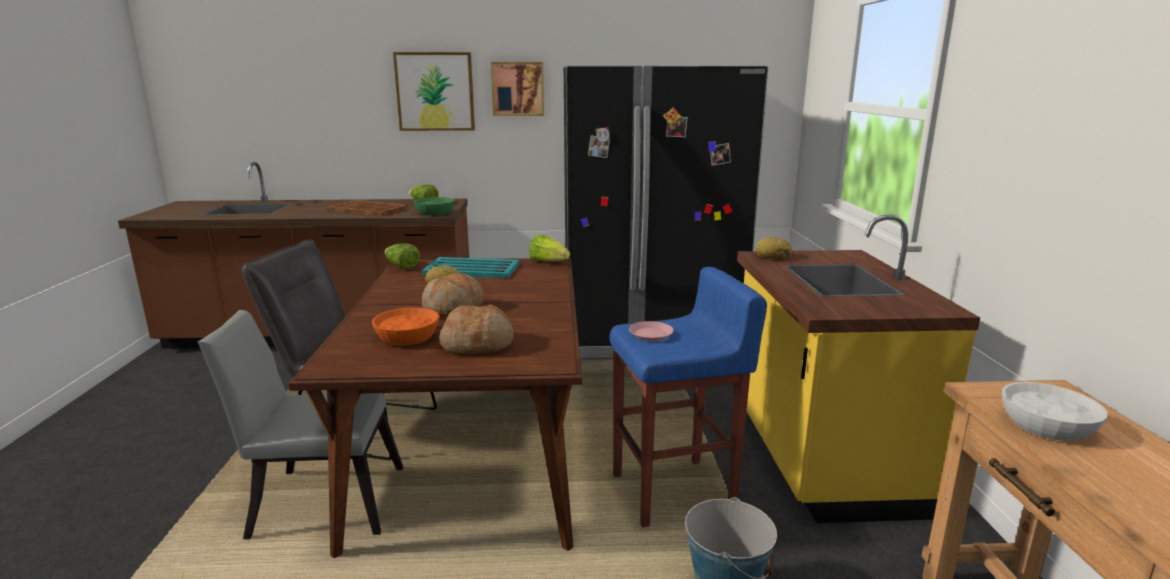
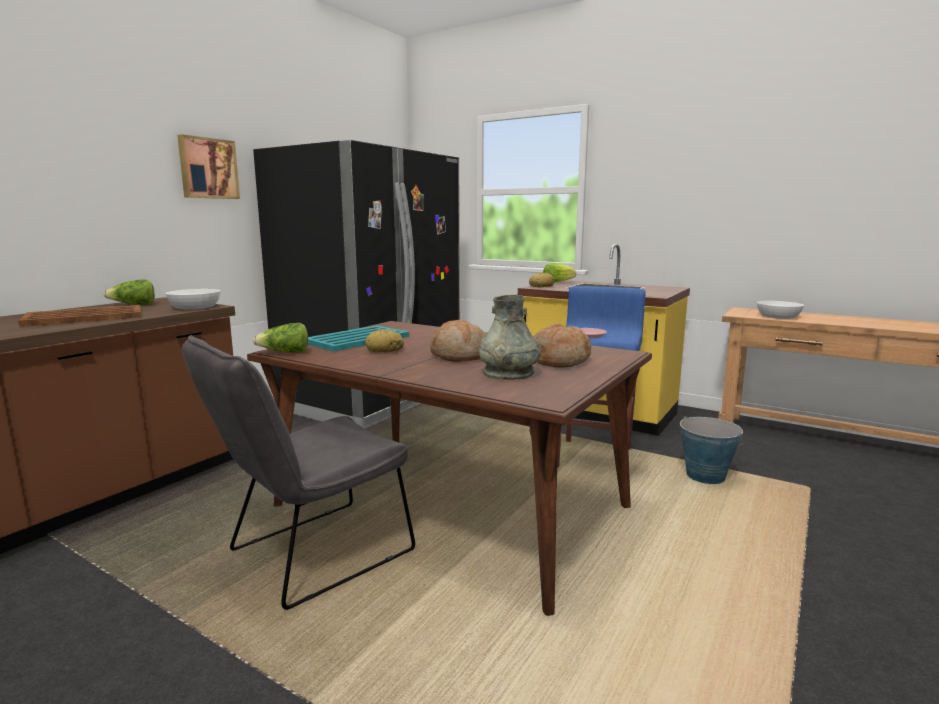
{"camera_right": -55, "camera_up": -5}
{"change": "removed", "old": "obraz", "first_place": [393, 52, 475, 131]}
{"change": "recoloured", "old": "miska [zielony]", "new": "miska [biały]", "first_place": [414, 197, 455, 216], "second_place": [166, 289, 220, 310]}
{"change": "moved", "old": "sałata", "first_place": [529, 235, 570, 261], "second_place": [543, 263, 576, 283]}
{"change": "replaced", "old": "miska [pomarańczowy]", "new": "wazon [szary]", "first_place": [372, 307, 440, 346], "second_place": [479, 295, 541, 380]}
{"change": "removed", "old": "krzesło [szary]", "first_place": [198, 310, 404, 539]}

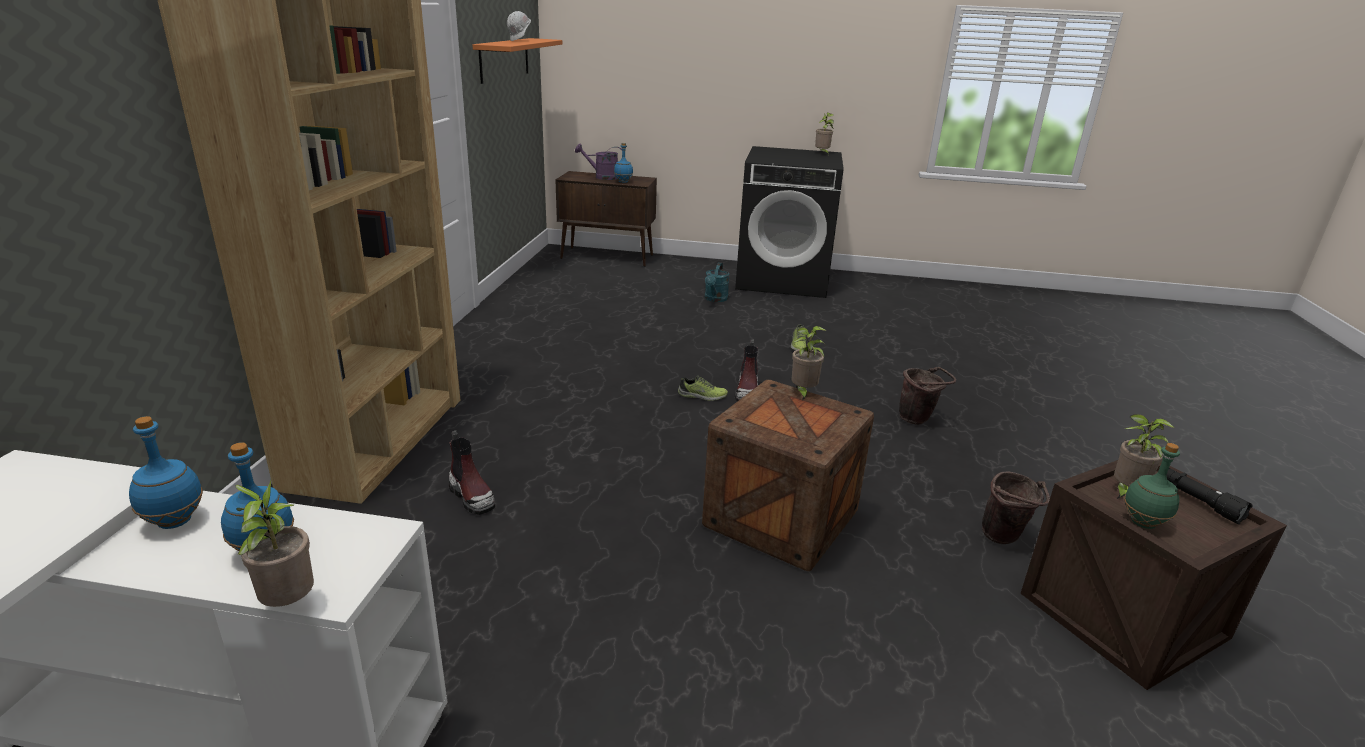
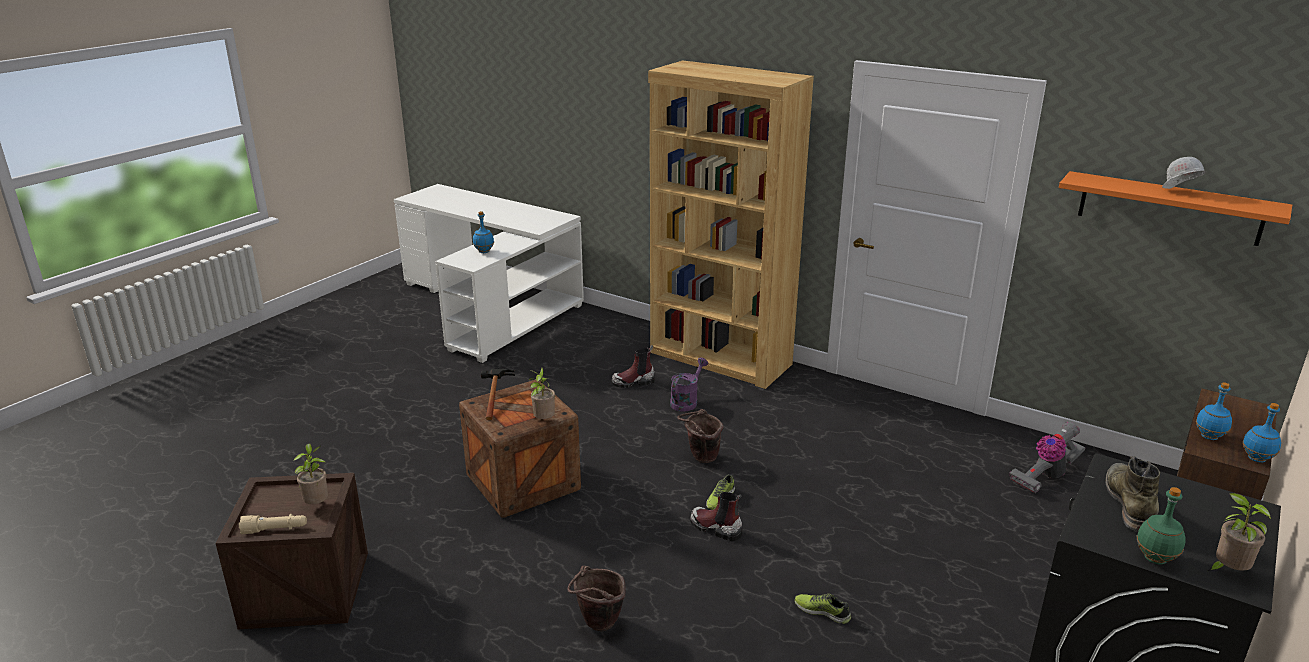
{"camera_right": 115, "camera_up": 0}
{"change": "moved", "old": "konewka [fioletowy]", "first_place": [575, 144, 622, 180], "second_place": [670, 357, 708, 412]}
{"change": "removed", "old": "konewka [turkusowy]", "first_place": [705, 262, 729, 302]}
{"change": "moved", "old": "butelka [niebieski]", "first_place": [129, 416, 203, 529], "second_place": [1243, 403, 1281, 463]}
{"change": "moved", "old": "butelka [zielony]", "first_place": [1124, 443, 1180, 529], "second_place": [1136, 487, 1186, 564]}
{"change": "recoloured", "old": "latarka [czarny]", "new": "latarka [beżowy]", "first_place": [1167, 468, 1252, 524], "second_place": [239, 514, 307, 534]}
{"change": "moved", "old": "wiadro [brązowy]", "first_place": [982, 472, 1050, 544], "second_place": [677, 409, 724, 463]}
{"change": "removed", "old": "roślina doniczkowa", "first_place": [235, 481, 314, 607]}
{"change": "added", "new": "młotek", "second_place": [481, 369, 515, 420]}
{"change": "added", "new": "odkurzacz", "second_place": [1009, 422, 1086, 493]}
{"change": "added", "new": "but z cholewką [zielony]", "second_place": [1106, 456, 1160, 532]}

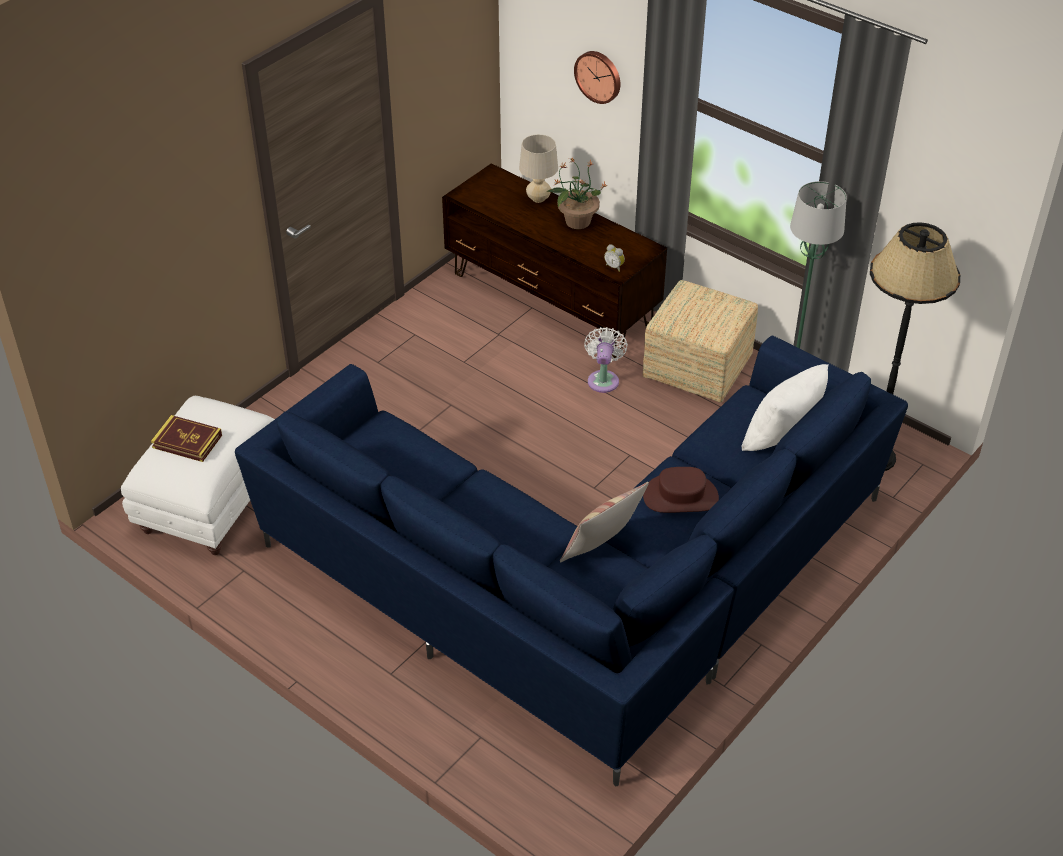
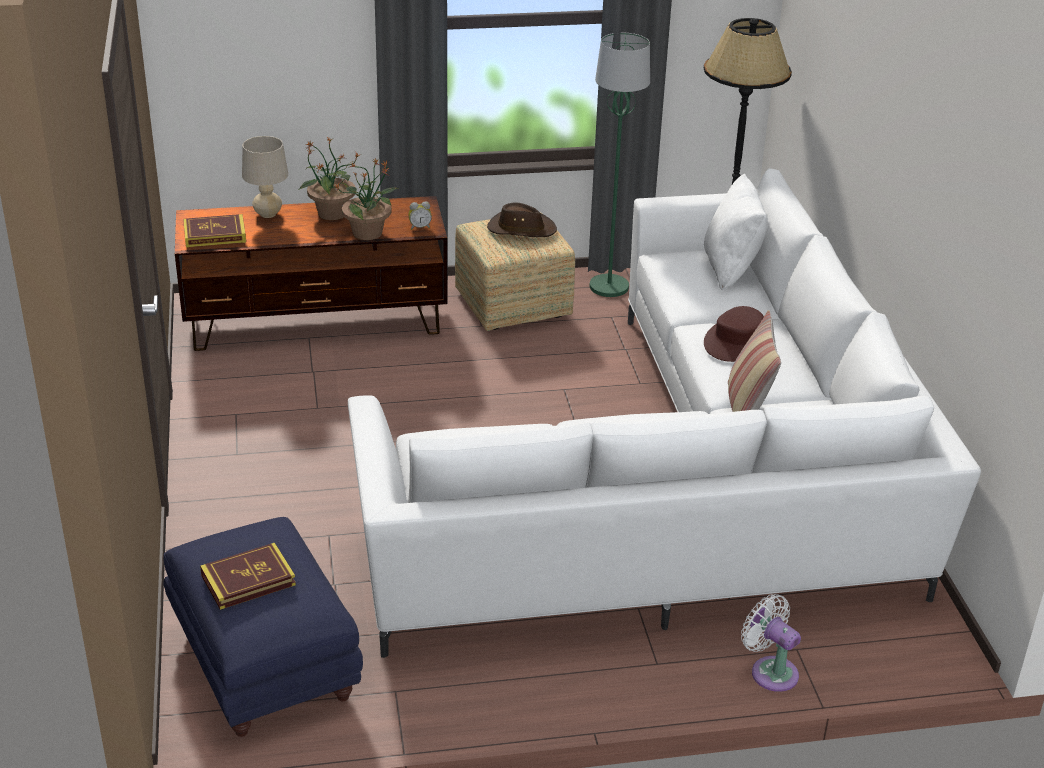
{"camera_right": -50, "camera_up": -10}
{"change": "removed", "old": "zegar ścienny", "first_place": [574, 51, 621, 104]}
{"change": "moved", "old": "wentylator [biały]", "first_place": [584, 327, 628, 393], "second_place": [741, 594, 801, 692]}
{"change": "recoloured", "old": "kanapa [niebieski]", "new": "kanapa [biały]", "first_place": [235, 336, 908, 786], "second_place": [348, 168, 981, 658]}
{"change": "recoloured", "old": "pufa [biały]", "new": "pufa [niebieski]", "first_place": [121, 396, 275, 555], "second_place": [164, 517, 363, 737]}
{"change": "added", "new": "roślina doniczkowa", "second_place": [334, 158, 398, 240]}
{"change": "added", "new": "kapelusz [brązowy]", "second_place": [487, 202, 557, 237]}
{"change": "added", "new": "książka", "second_place": [183, 214, 246, 247]}

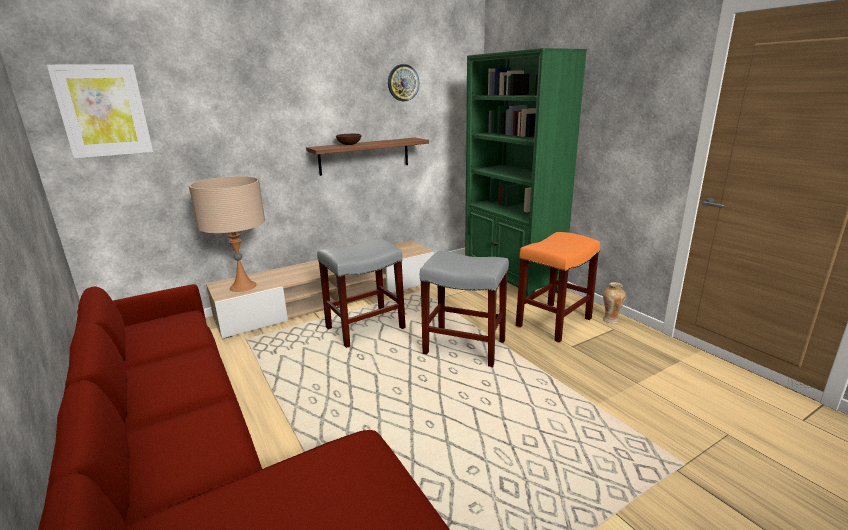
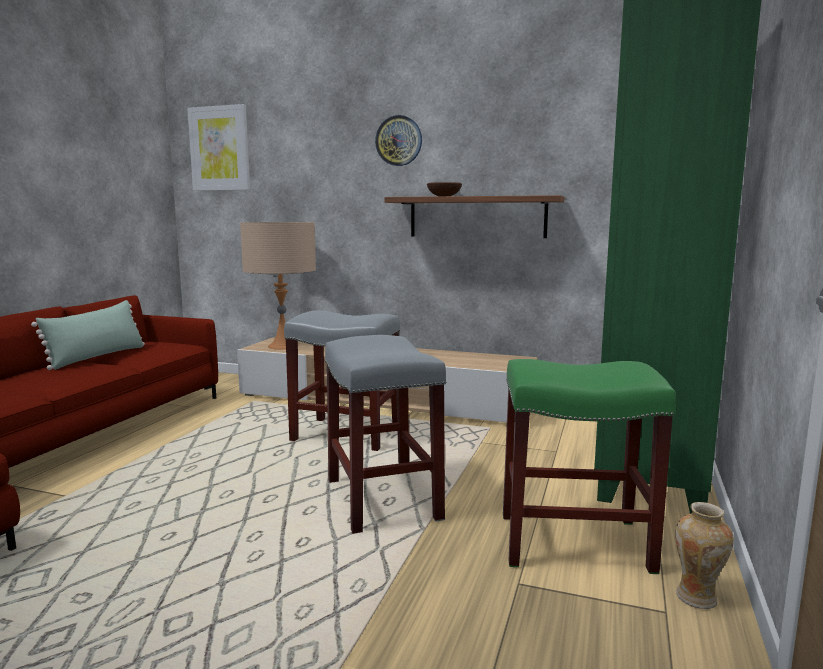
{"camera_right": 50, "camera_up": -10}
{"change": "moved", "old": "zegar ścienny", "first_place": [388, 64, 419, 101], "second_place": [375, 115, 422, 166]}
{"change": "recoloured", "old": "stołek [pomarańczowy]", "new": "stołek [zielony]", "first_place": [516, 232, 600, 343], "second_place": [503, 359, 676, 574]}
{"change": "added", "new": "poduszka [zielony]", "second_place": [31, 300, 145, 370]}

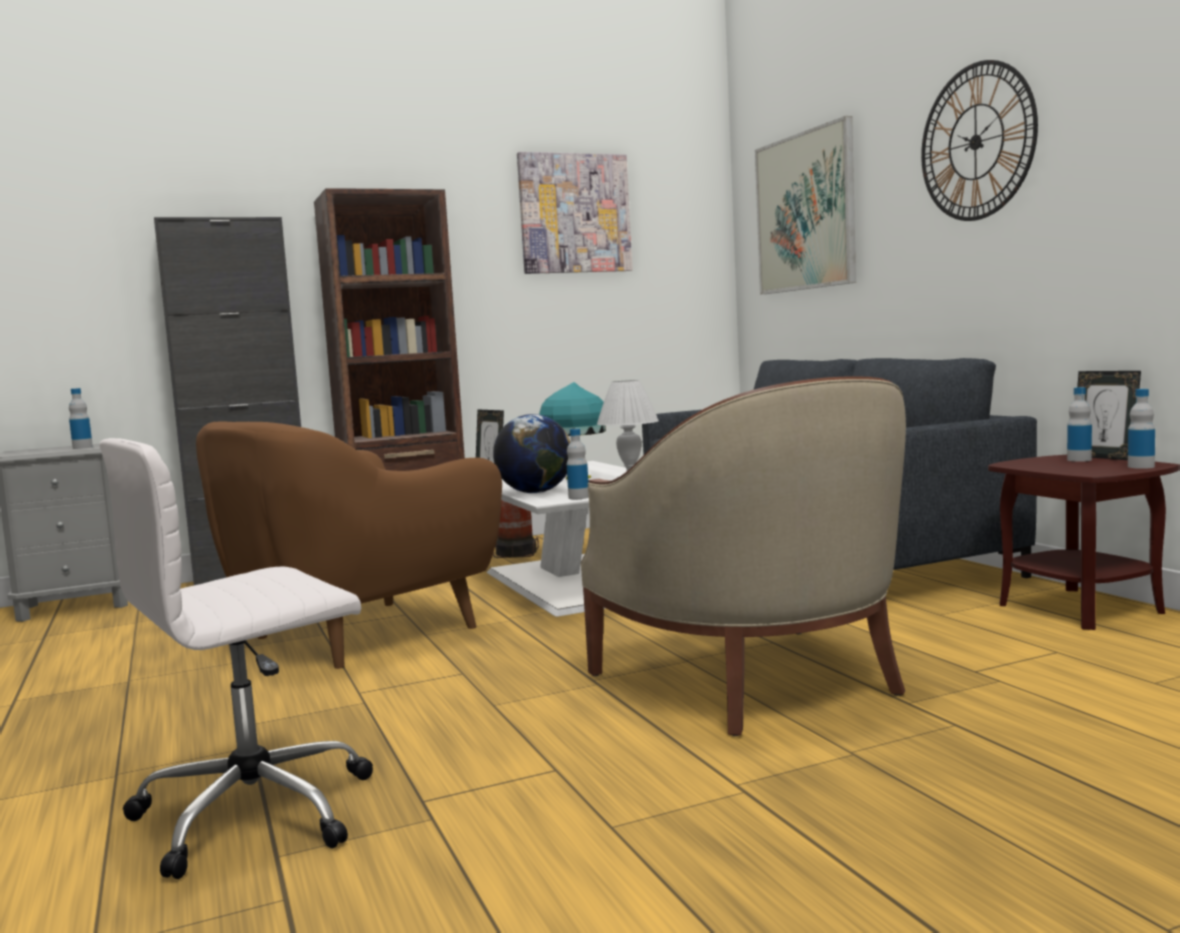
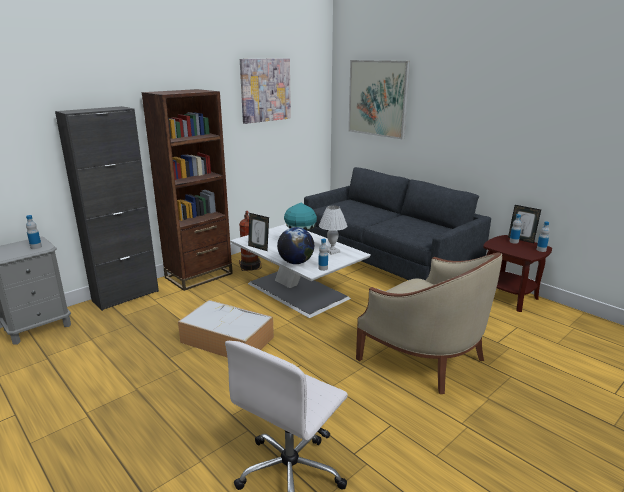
{"camera_right": -20, "camera_up": 15}
{"change": "removed", "old": "zegar ścienny", "first_place": [921, 60, 1038, 221]}
{"change": "replaced", "old": "fotel [brązowy]", "new": "pojemnik do przechowywania", "first_place": [196, 421, 502, 669], "second_place": [178, 300, 274, 357]}

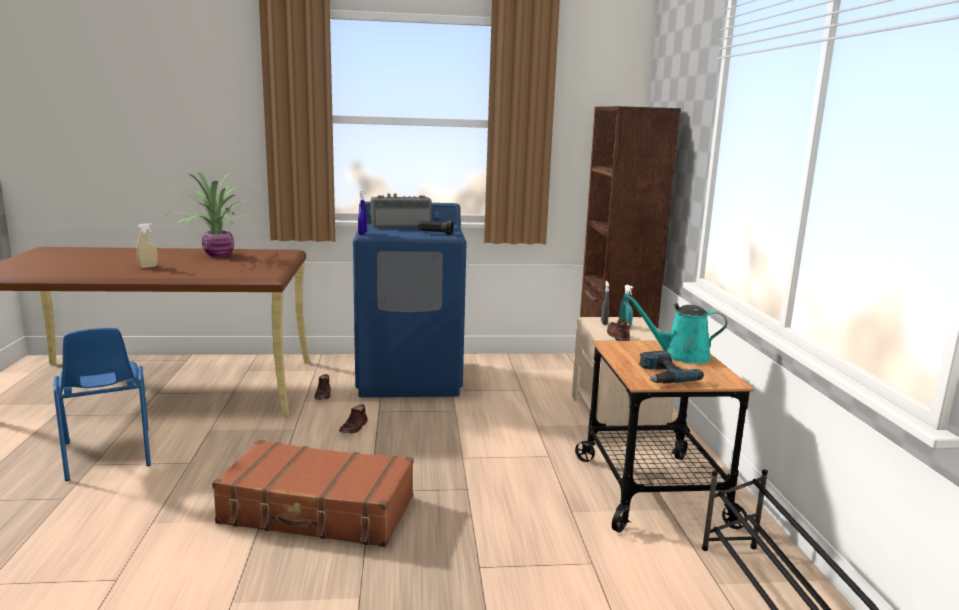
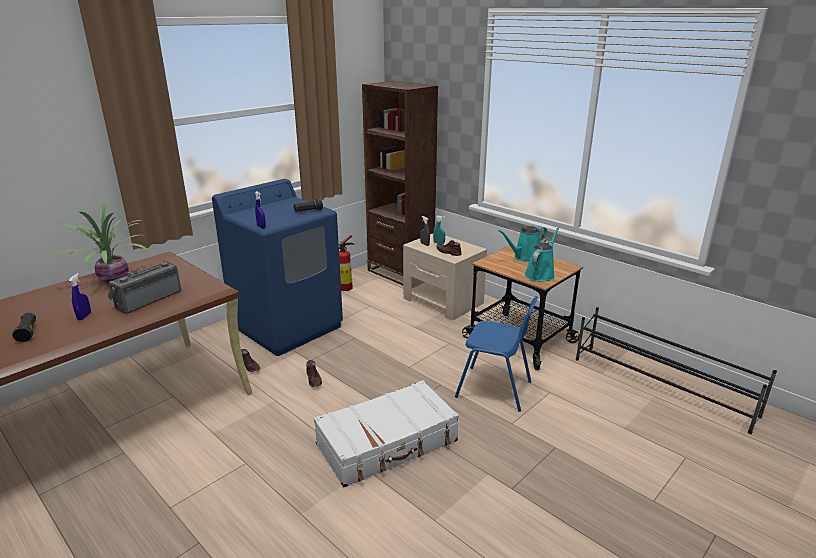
{"camera_right": -40, "camera_up": 10}
{"change": "moved", "old": "radio", "first_place": [369, 194, 432, 228], "second_place": [108, 261, 181, 314]}
{"change": "recoloured", "old": "spryskiwacz [beżowy]", "new": "spryskiwacz [niebieski]", "first_place": [137, 223, 158, 268], "second_place": [69, 273, 91, 320]}
{"change": "moved", "old": "krzesło [niebieski]", "first_place": [53, 328, 151, 481], "second_place": [455, 296, 538, 412]}
{"change": "replaced", "old": "wiertarka", "new": "konewka [turkusowy]", "first_place": [639, 351, 704, 383], "second_place": [525, 227, 559, 282]}
{"change": "recoloured", "old": "walizka [brązowy]", "new": "walizka [biały]", "first_place": [212, 440, 413, 547], "second_place": [314, 380, 459, 487]}
{"change": "added", "new": "gaśnica", "second_place": [339, 235, 355, 291]}
{"change": "added", "new": "latarka [czarny]", "second_place": [12, 313, 36, 343]}

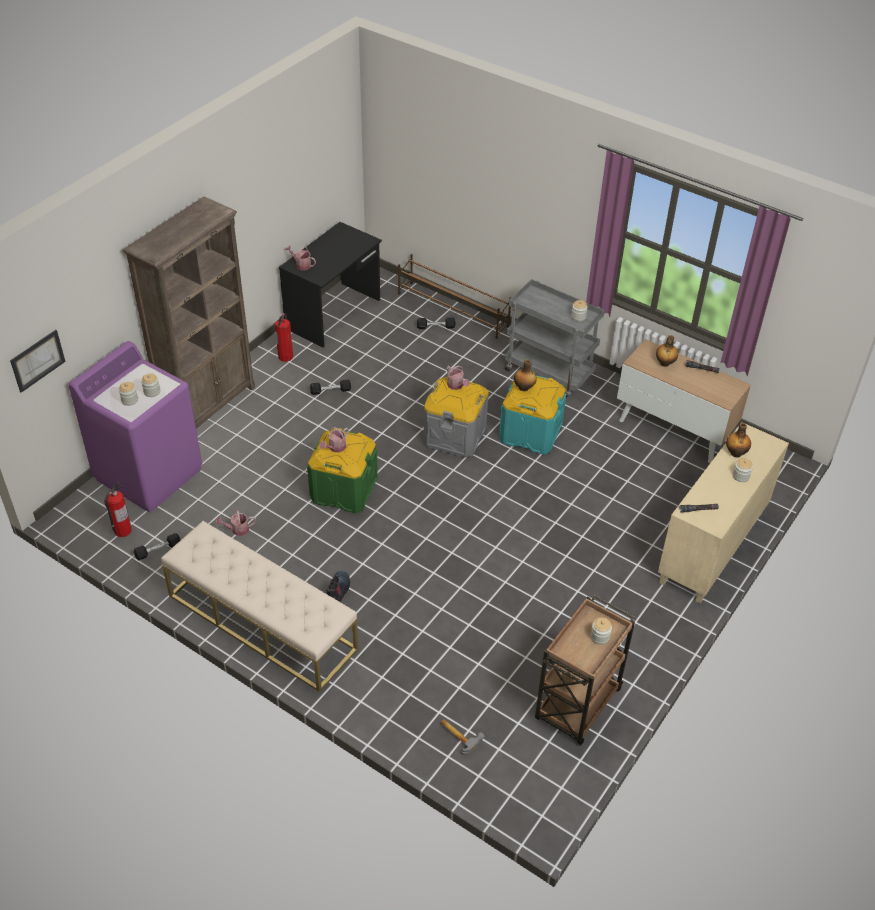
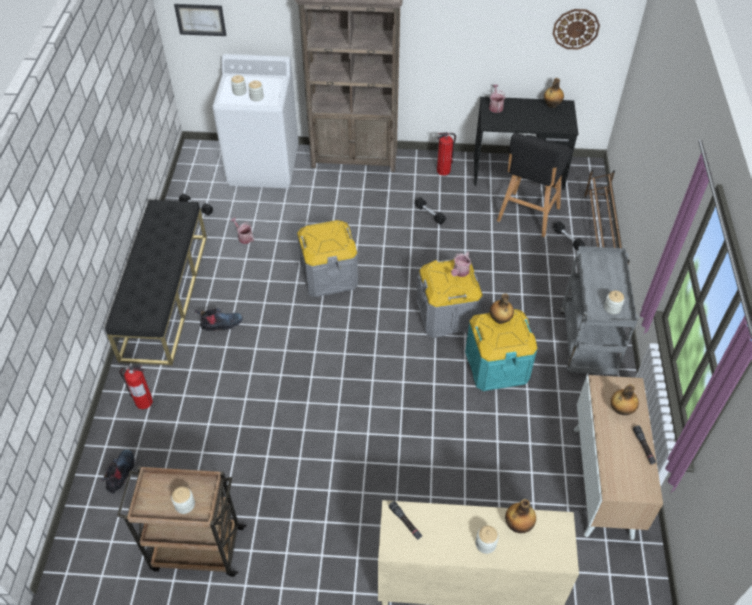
{"camera_right": 60, "camera_up": 5}
{"change": "recoloured", "old": "pralka [fioletowy]", "new": "pralka [biały]", "first_place": [69, 341, 202, 512], "second_place": [212, 54, 299, 188]}
{"change": "removed", "old": "konewka", "first_place": [320, 427, 349, 453]}
{"change": "recoloured", "old": "pojemnik do przechowywania [zielony]", "new": "pojemnik do przechowywania [szary]", "first_place": [307, 428, 378, 513], "second_place": [297, 220, 358, 297]}
{"change": "moved", "old": "gaśnica", "first_place": [104, 481, 132, 537], "second_place": [119, 365, 153, 409]}
{"change": "recoloured", "old": "ławka [beżowy]", "new": "ławka [czarny]", "first_place": [161, 521, 359, 692], "second_place": [105, 200, 207, 365]}
{"change": "replaced", "old": "młotek", "new": "but z cholewką", "first_place": [441, 719, 485, 755], "second_place": [101, 450, 135, 494]}
{"change": "added", "new": "zegar ścienny", "second_place": [553, 9, 600, 50]}
{"change": "added", "new": "butelka", "second_place": [544, 78, 564, 108]}
{"change": "added", "new": "stołek [czarny]", "second_place": [497, 133, 572, 237]}

